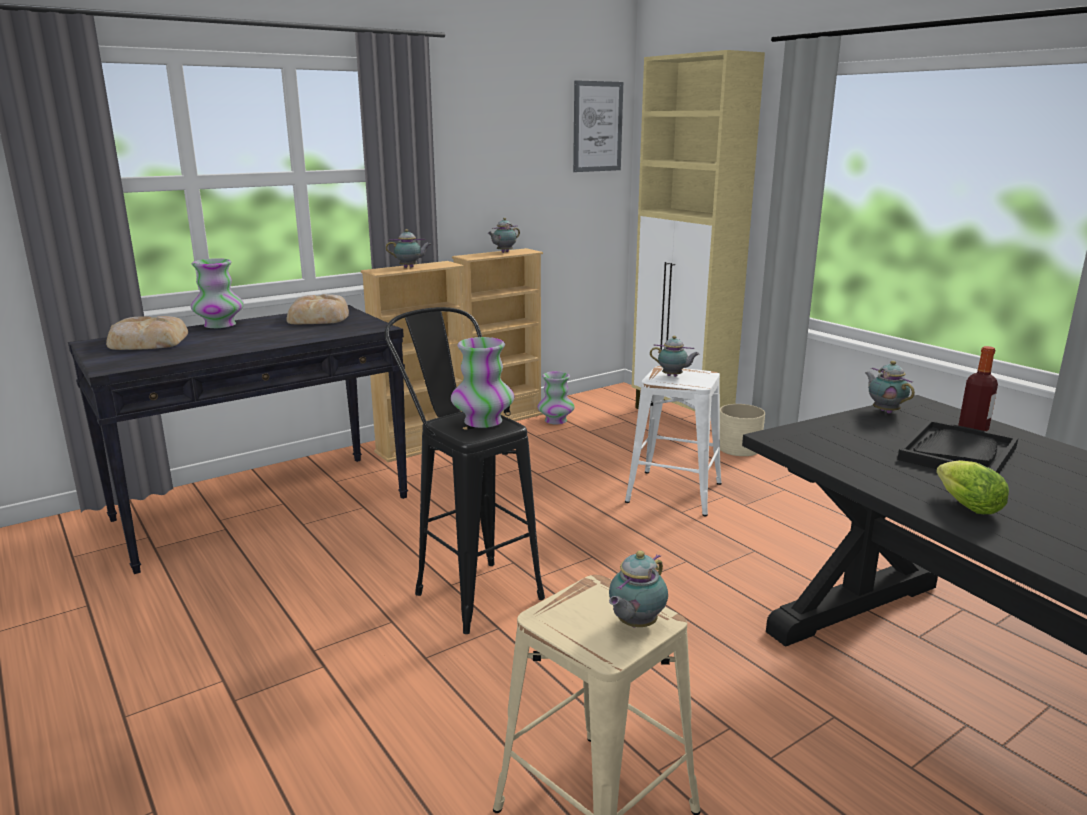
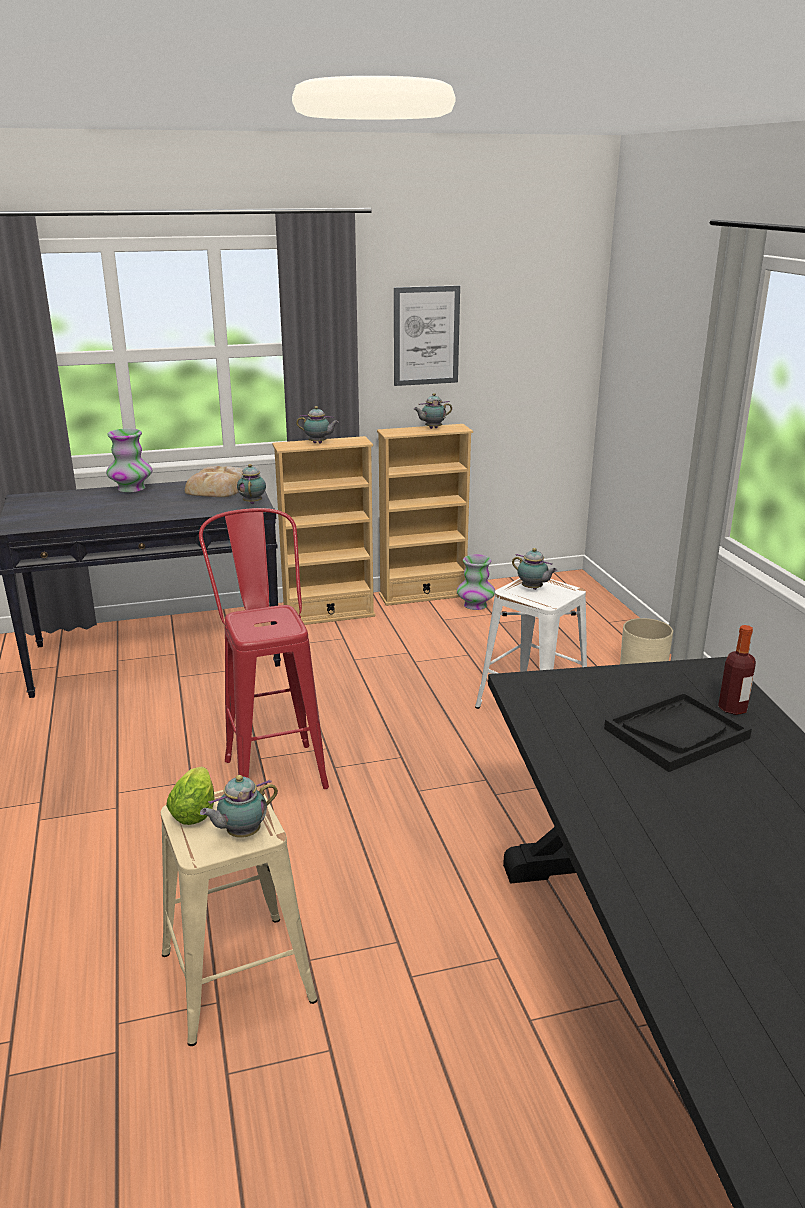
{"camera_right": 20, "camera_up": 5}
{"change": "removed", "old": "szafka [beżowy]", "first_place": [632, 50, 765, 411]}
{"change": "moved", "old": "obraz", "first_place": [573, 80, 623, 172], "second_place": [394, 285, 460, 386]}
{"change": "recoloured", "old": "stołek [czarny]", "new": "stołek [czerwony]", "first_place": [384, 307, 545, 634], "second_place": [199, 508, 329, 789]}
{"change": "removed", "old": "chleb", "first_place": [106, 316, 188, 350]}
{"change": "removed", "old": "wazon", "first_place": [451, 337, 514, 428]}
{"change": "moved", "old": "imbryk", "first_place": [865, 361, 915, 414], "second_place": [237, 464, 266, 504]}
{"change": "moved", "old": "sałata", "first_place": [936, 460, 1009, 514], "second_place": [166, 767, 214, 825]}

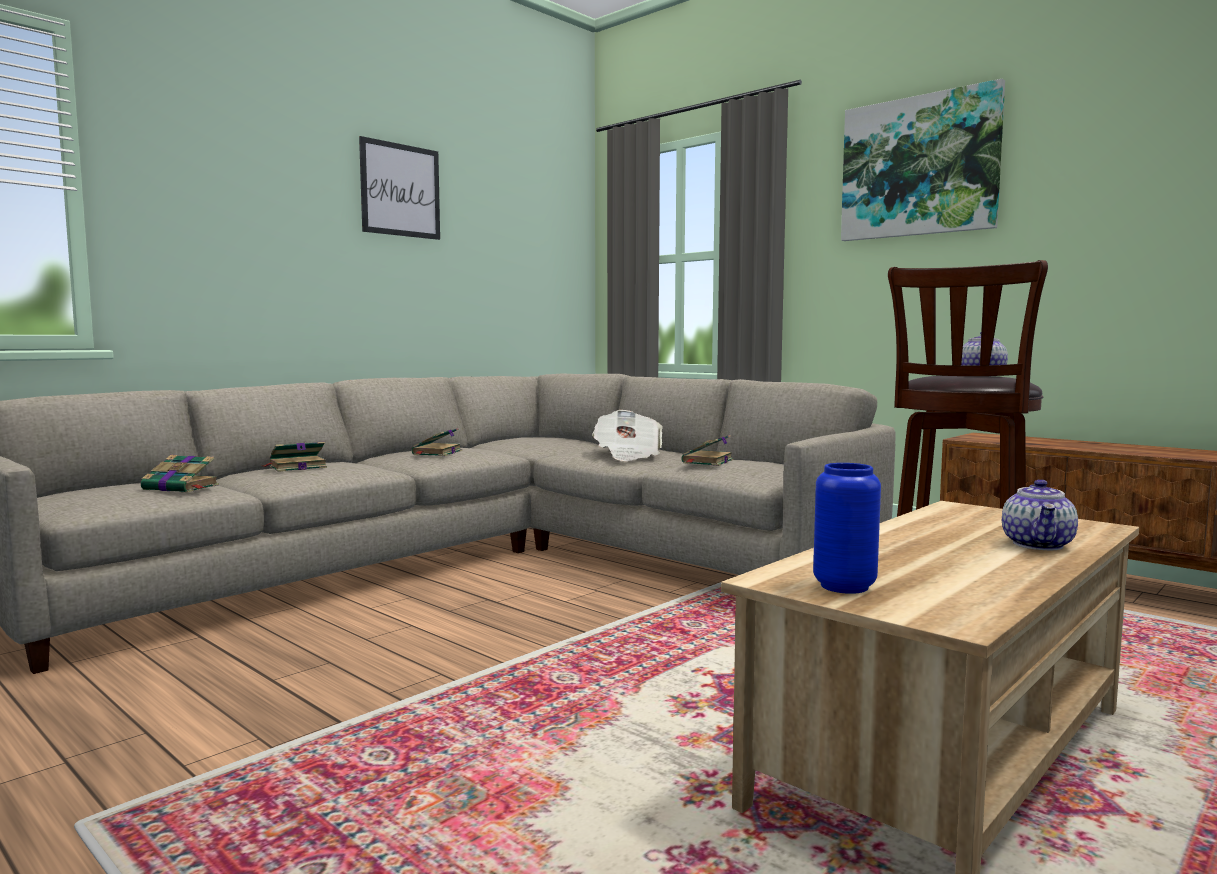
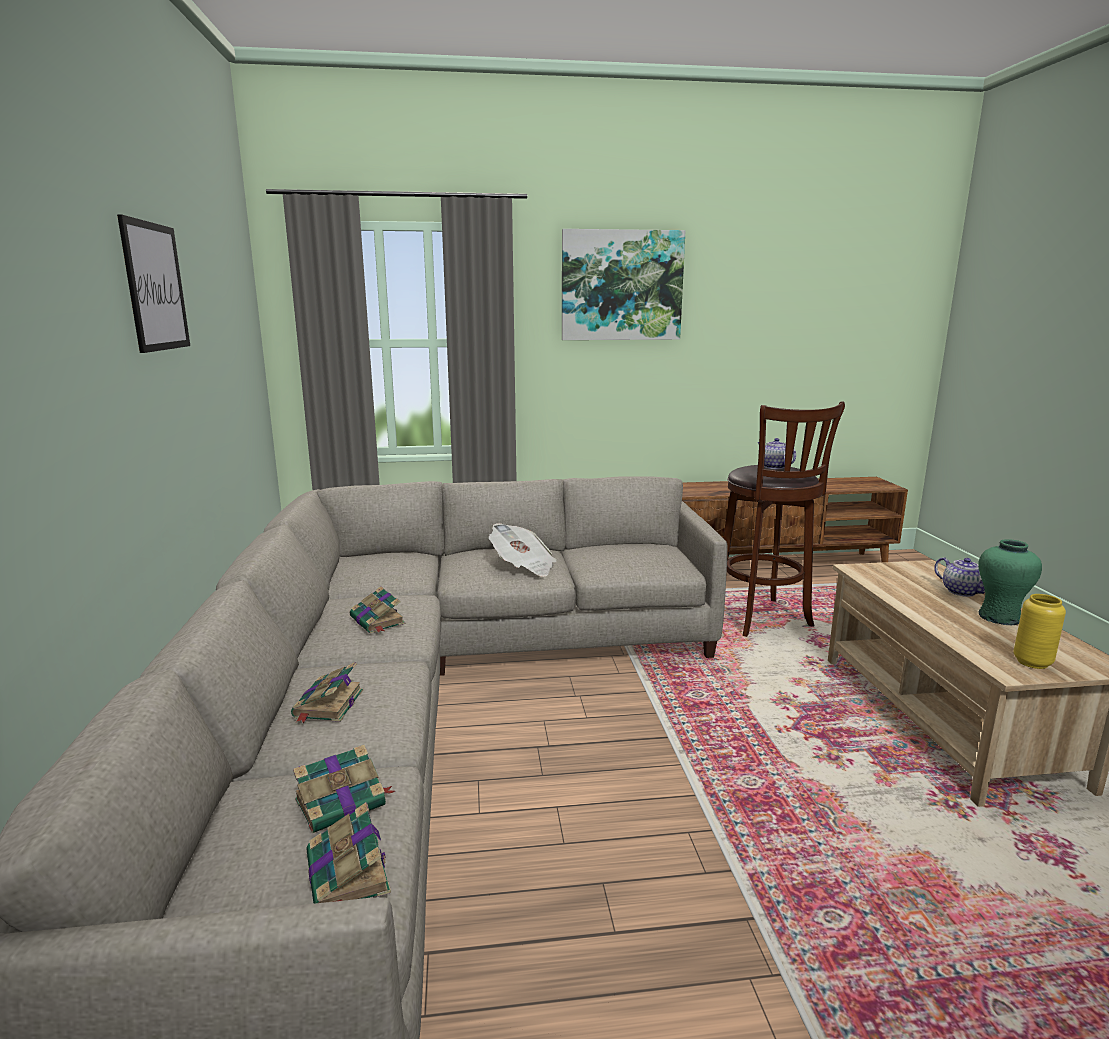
{"camera_right": -50, "camera_up": 10}
{"change": "moved", "old": "książka", "first_place": [681, 435, 734, 466], "second_place": [307, 802, 391, 904]}
{"change": "recoloured", "old": "wazon [niebieski]", "new": "wazon [żółty]", "first_place": [813, 463, 881, 594], "second_place": [1013, 594, 1066, 669]}
{"change": "added", "new": "wazon [zielony]", "second_place": [978, 539, 1042, 625]}

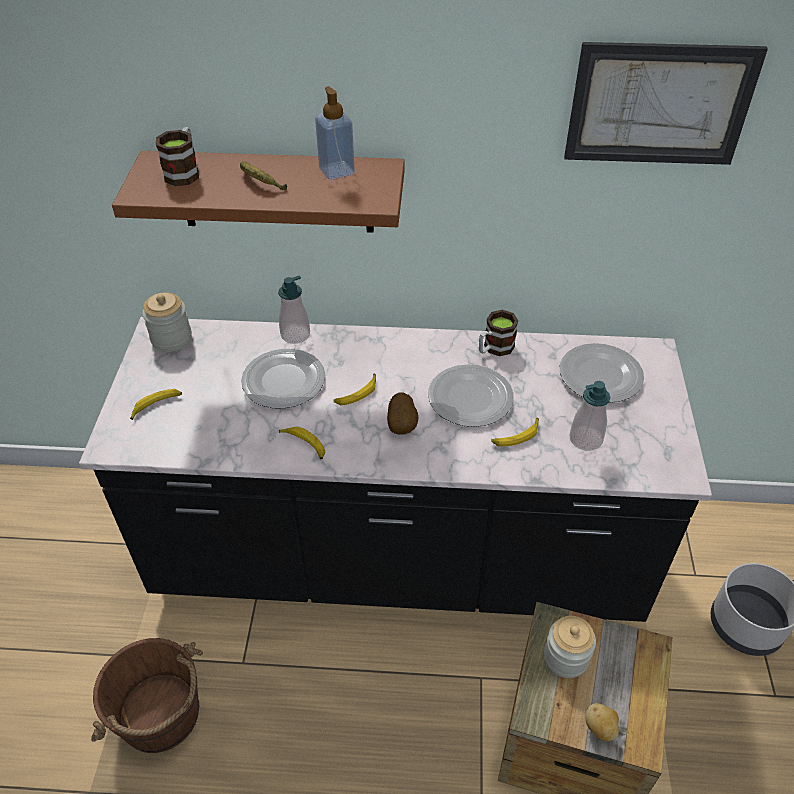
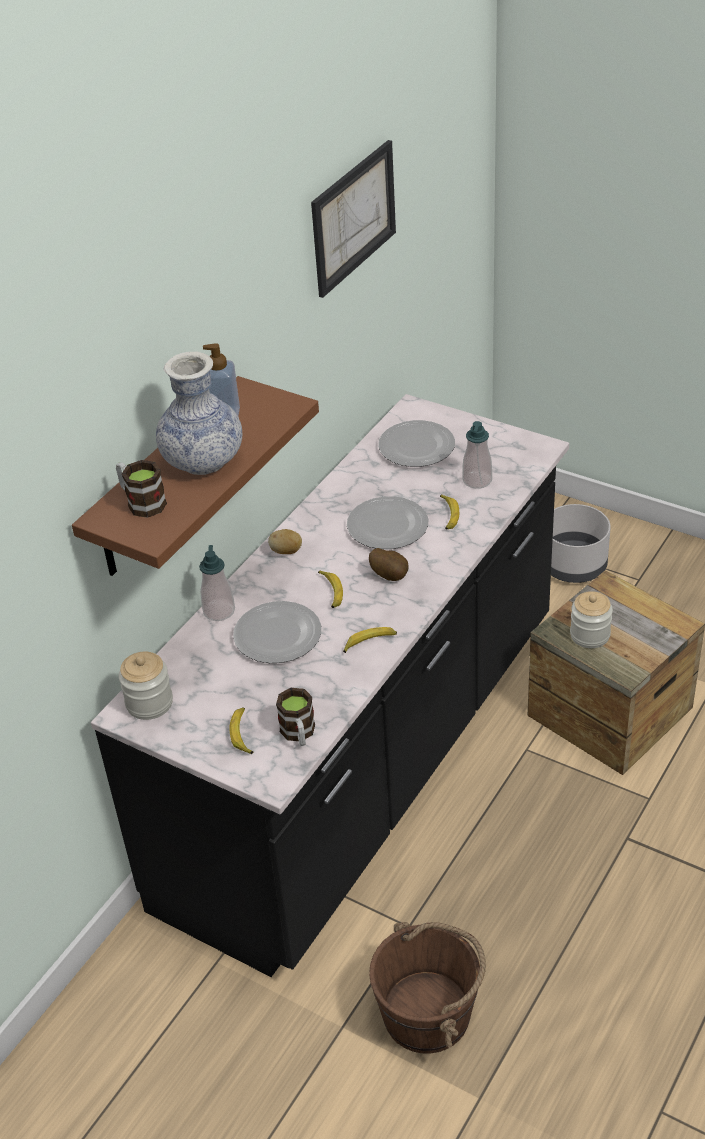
{"camera_right": -60, "camera_up": -5}
{"change": "replaced", "old": "banan", "new": "wazon", "first_place": [240, 161, 287, 190], "second_place": [156, 352, 242, 475]}
{"change": "moved", "old": "kubek", "first_place": [479, 310, 518, 356], "second_place": [276, 688, 315, 746]}
{"change": "moved", "old": "ziemniak", "first_place": [586, 703, 619, 741], "second_place": [268, 529, 302, 554]}

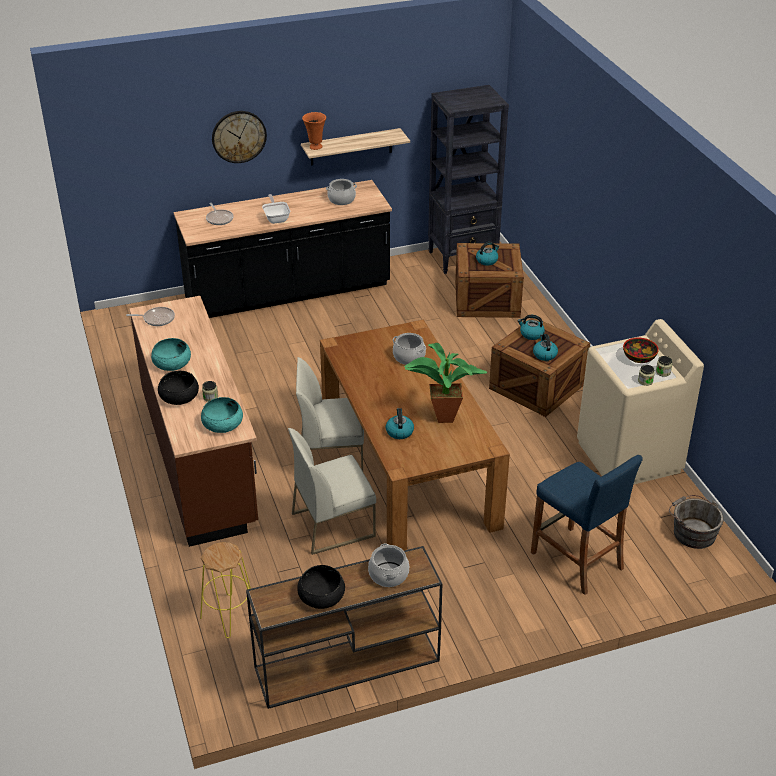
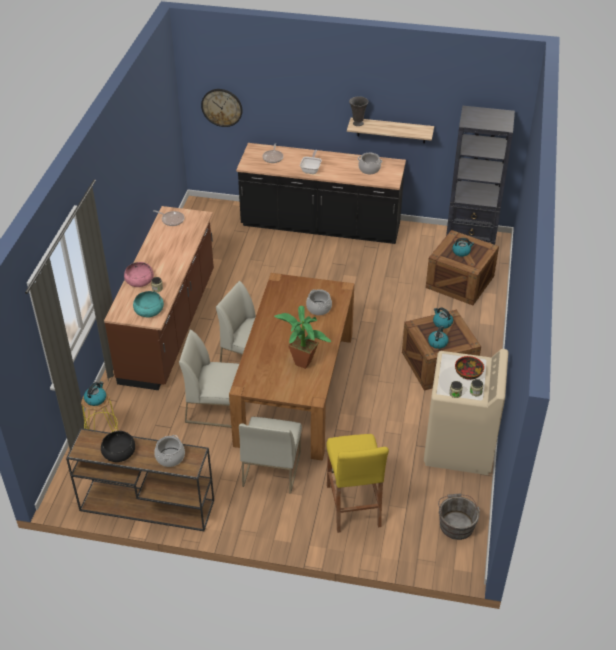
{"camera_right": 30, "camera_up": 5}
{"change": "moved", "old": "zegar ścienny", "first_place": [212, 111, 267, 163], "second_place": [201, 89, 242, 127]}
{"change": "recoloured", "old": "wazon [pomarańczowy]", "new": "wazon [szary]", "first_place": [302, 112, 326, 150], "second_place": [349, 96, 368, 126]}
{"change": "removed", "old": "miska [turkusowy]", "first_place": [151, 338, 191, 371]}
{"change": "recoloured", "old": "miska [czarny]", "new": "miska [różowy]", "first_place": [158, 371, 199, 405], "second_place": [124, 262, 154, 287]}
{"change": "moved", "old": "czajnik", "first_place": [386, 408, 414, 439], "second_place": [84, 381, 106, 406]}
{"change": "recoloured", "old": "stołek [niebieski]", "new": "stołek [żółty]", "first_place": [531, 455, 643, 595], "second_place": [326, 434, 389, 533]}
{"change": "added", "new": "krzesło [biały]", "second_place": [239, 417, 302, 494]}

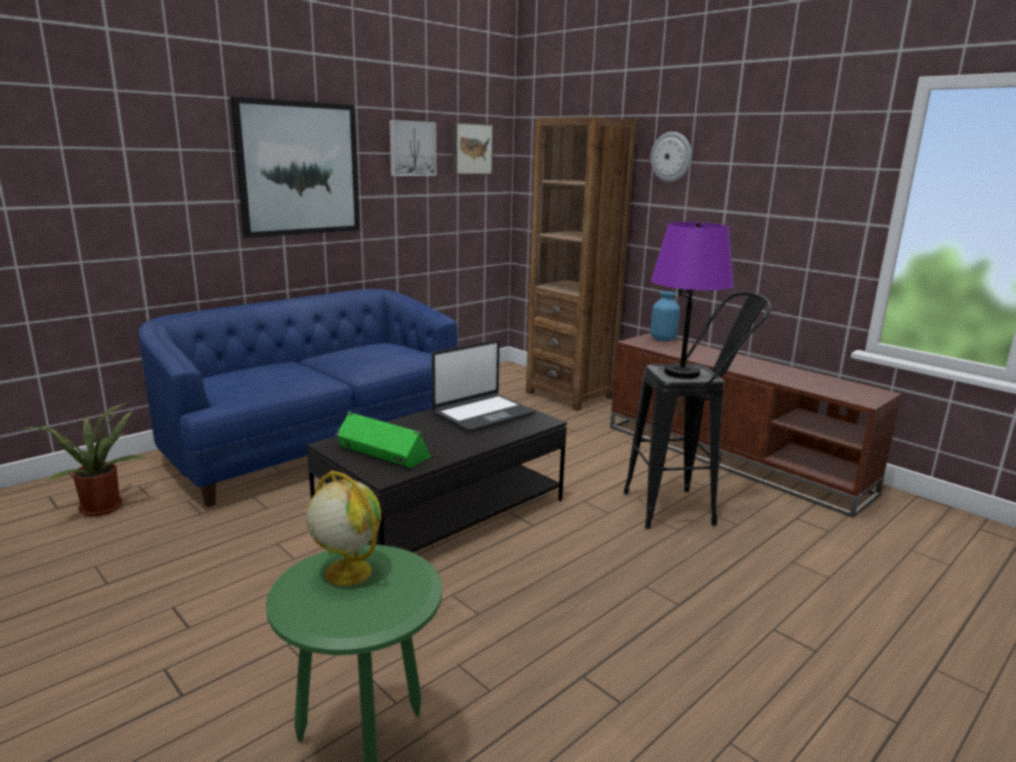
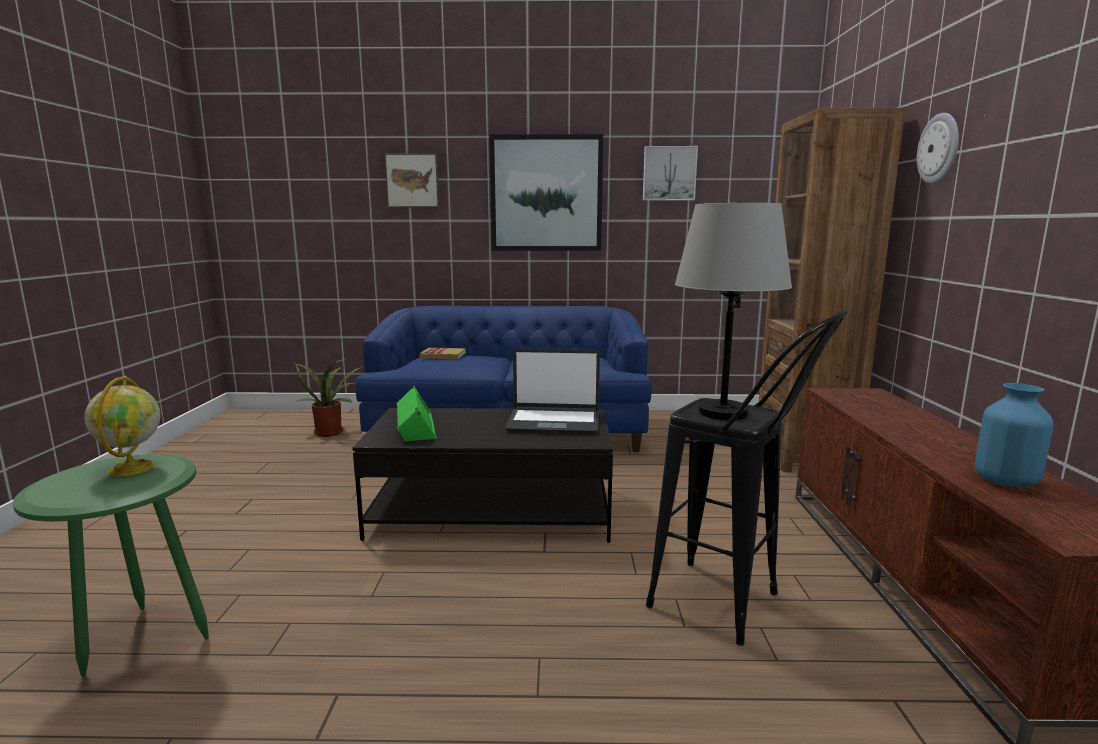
{"camera_right": 45, "camera_up": -5}
{"change": "moved", "old": "obraz", "first_place": [452, 122, 493, 174], "second_place": [385, 154, 440, 207]}
{"change": "recoloured", "old": "lampa stołowa [fioletowy]", "new": "lampa stołowa [szary]", "first_place": [651, 222, 734, 379], "second_place": [675, 201, 792, 420]}
{"change": "moved", "old": "wazon [niebieski]", "first_place": [650, 291, 680, 341], "second_place": [975, 383, 1053, 488]}
{"change": "added", "new": "książka", "second_place": [420, 347, 466, 359]}

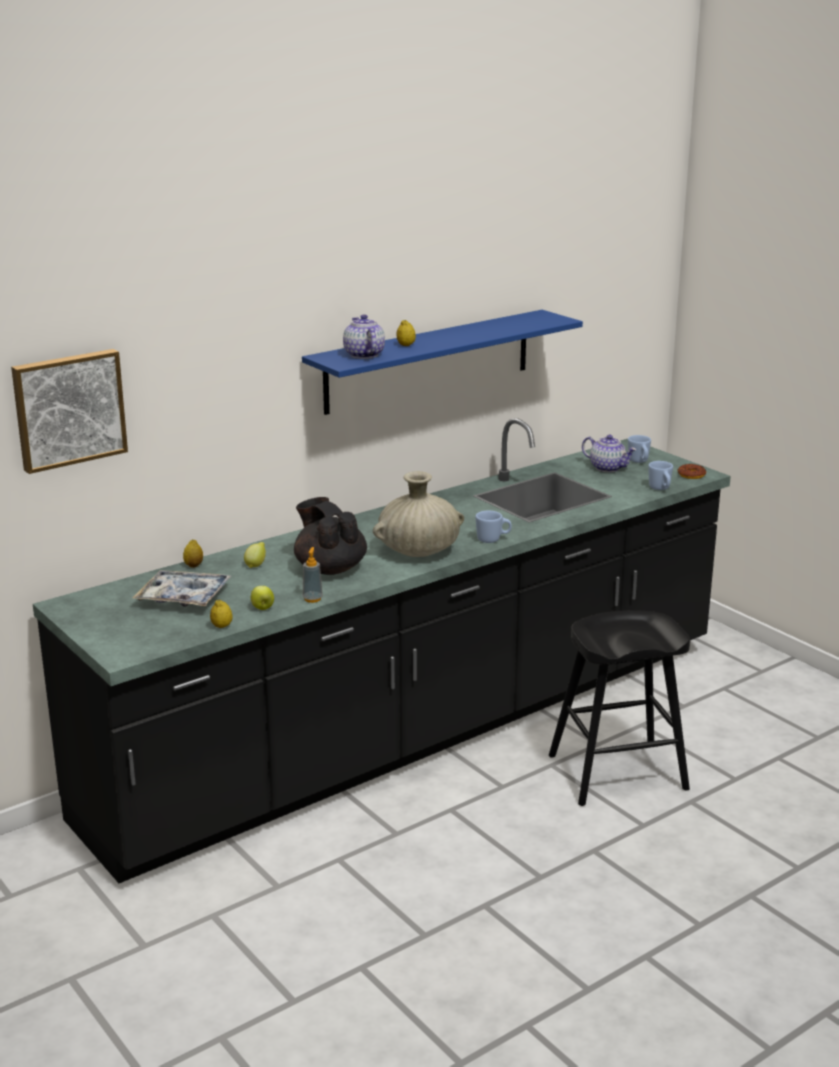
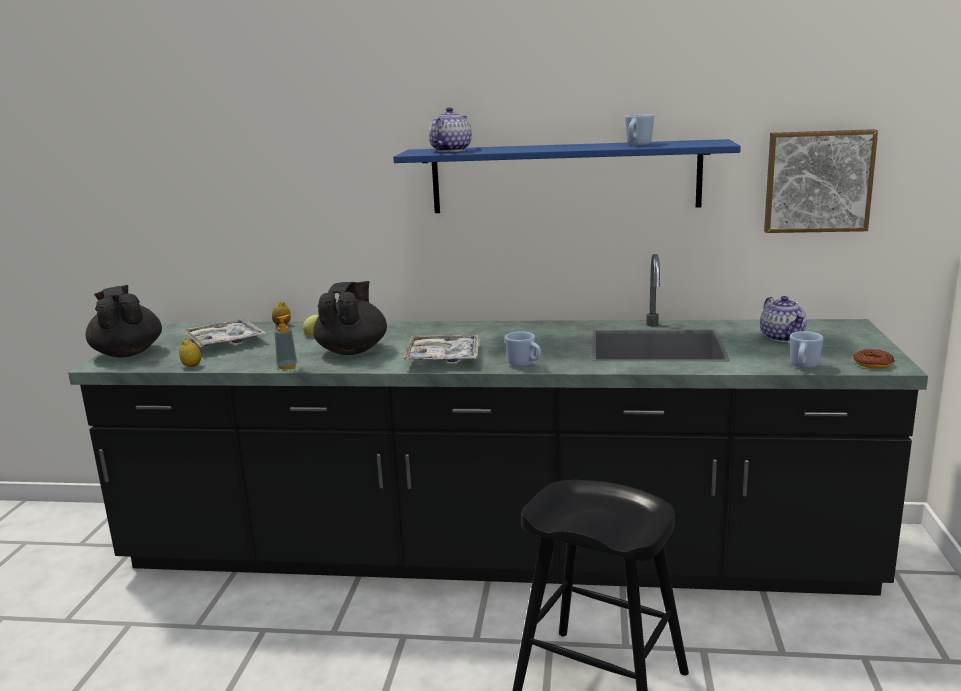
{"camera_right": 45, "camera_up": -5}
{"change": "removed", "old": "cytryna", "first_place": [396, 320, 416, 346]}
{"change": "moved", "old": "obraz", "first_place": [11, 349, 128, 474], "second_place": [764, 129, 878, 233]}
{"change": "moved", "old": "kubek [niebieski]", "first_place": [628, 435, 651, 463], "second_place": [625, 114, 654, 145]}
{"change": "replaced", "old": "wazon [beżowy]", "new": "taca", "first_place": [373, 471, 464, 557], "second_place": [403, 335, 480, 362]}
{"change": "removed", "old": "jabłko", "first_place": [251, 586, 274, 610]}
{"change": "added", "new": "imbryk [czarny]", "second_place": [85, 285, 162, 358]}

